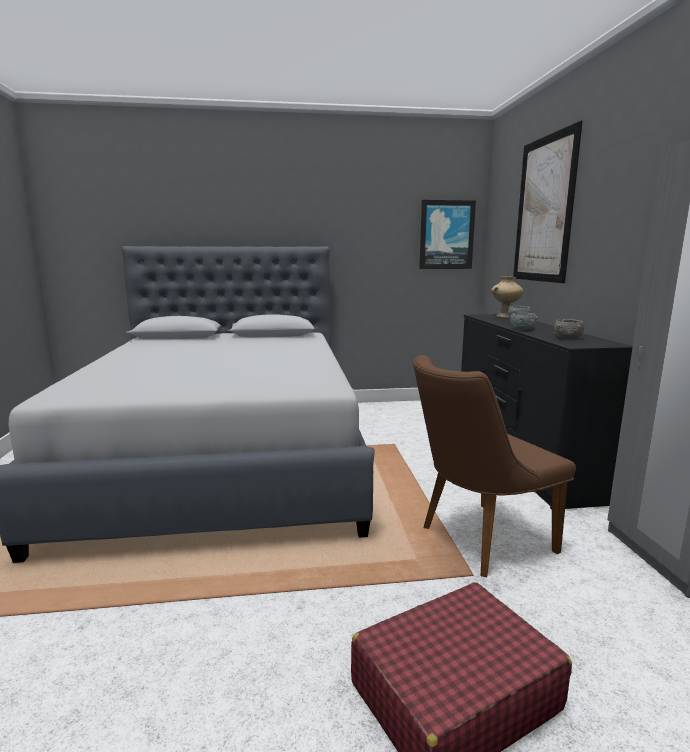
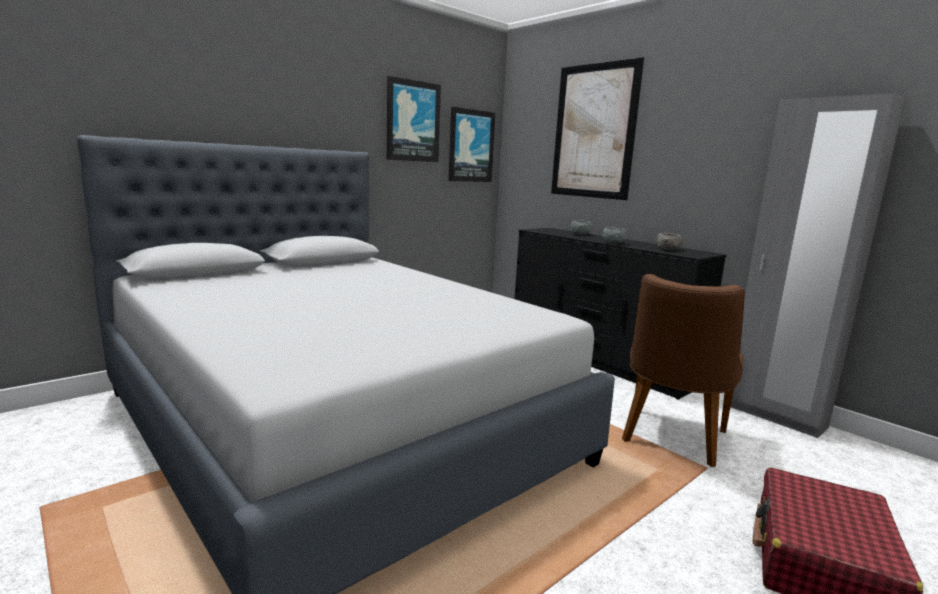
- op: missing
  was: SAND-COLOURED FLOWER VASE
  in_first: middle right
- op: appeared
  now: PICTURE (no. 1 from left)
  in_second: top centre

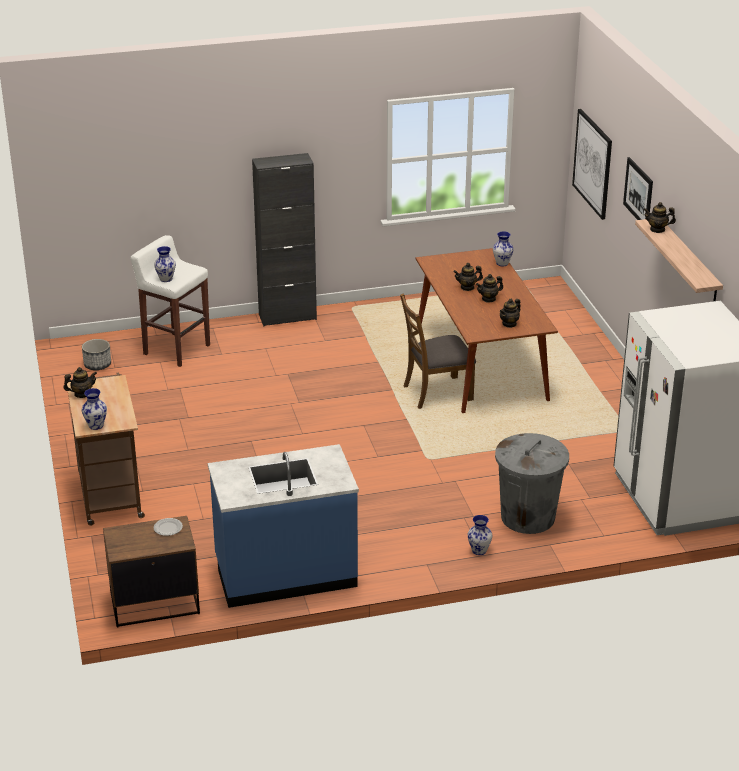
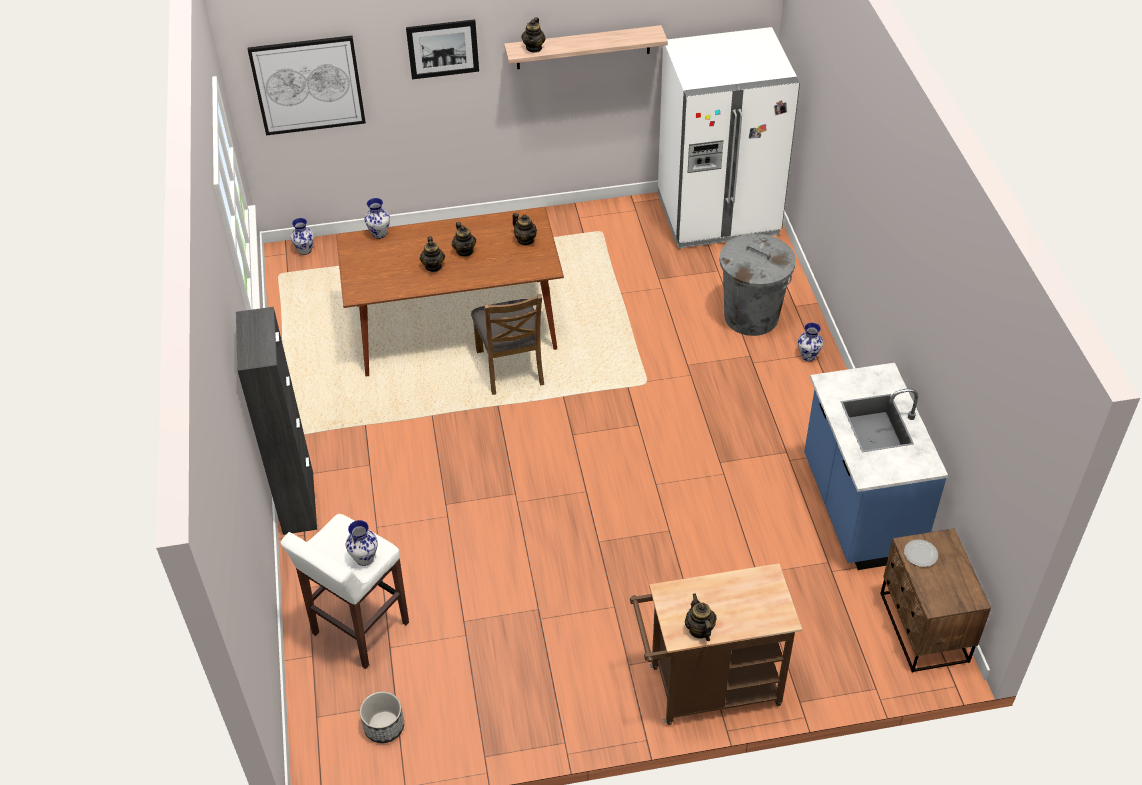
- op: relocated
  was: FLOWER VASE (no. 1 from left)
  in_first: middle left
  in_second: top left

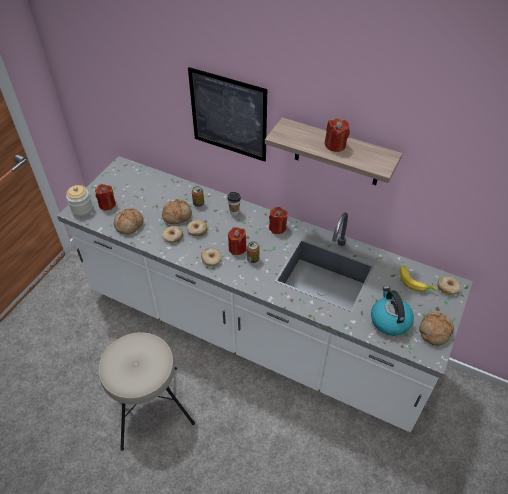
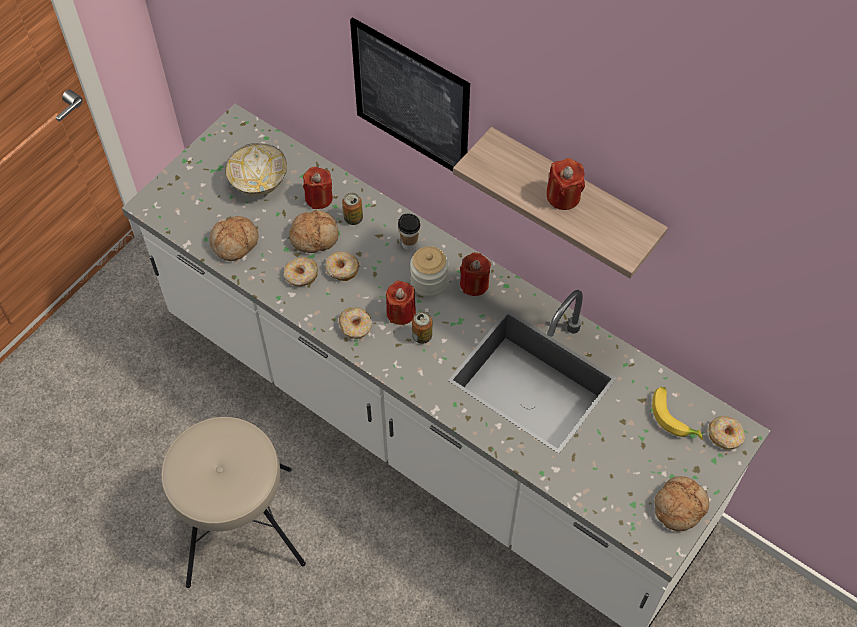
- op: relocated
  was: REDDISH CANDLE (no. 1 from left)
  in_first: middle left
  in_second: top centre
- op: relocated
  was: STORAGE JAR
  in_first: middle left
  in_second: centre
- op: missing
  was: KETTLE
  in_first: middle right
- op: appeared
  now: DEEP DISH
  in_second: top left

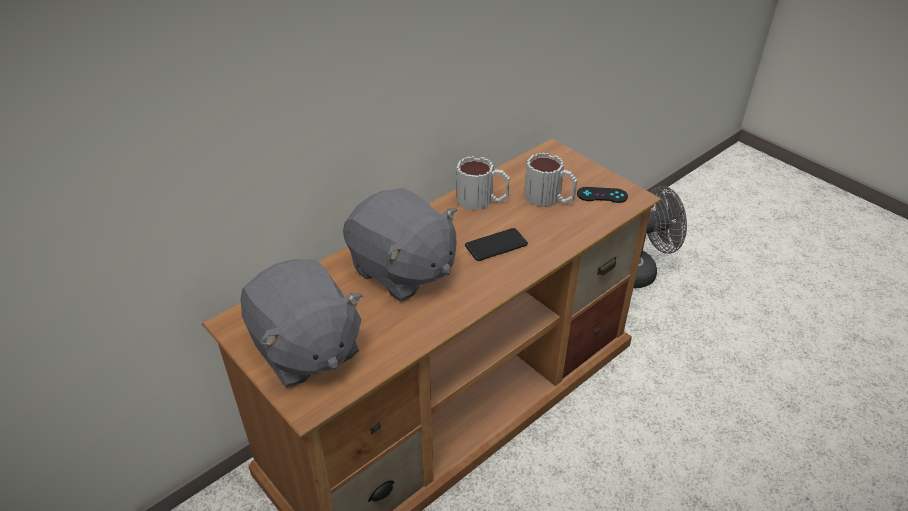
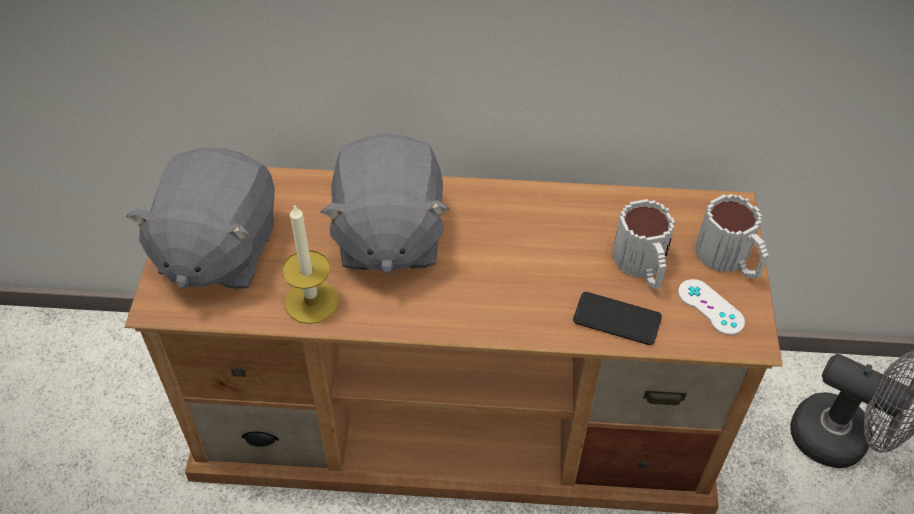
- op: relocated
  was: MUG (no. 1 from left in the first image)
  now: MUG (no. 2 from left)
  in_first: centre
  in_second: middle right
- op: colour
  was: BLACK GAME CONTROLLER
  now: WHITE GAME CONTROLLER
  in_first: centre
  in_second: middle right
- op: relocated
  was: HANDSET
  in_first: centre
  in_second: middle right
- op: appeared
  now: CANDLE
  in_second: centre

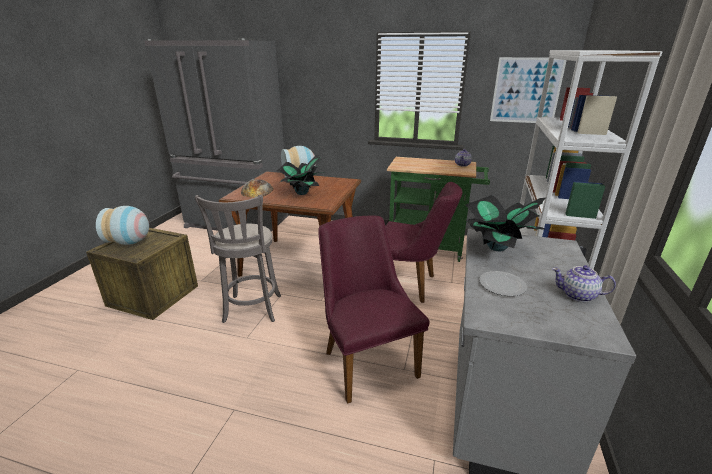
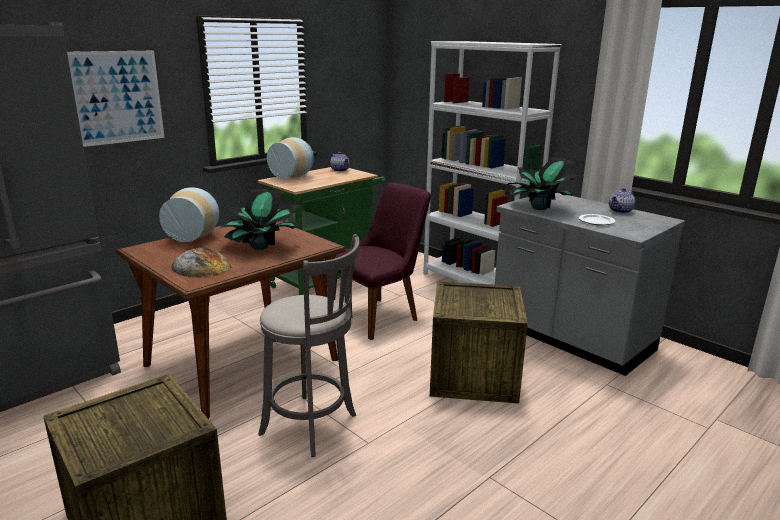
- op: relocated
  was: PICTURE
  in_first: top right
  in_second: top left
- op: relocated
  was: FLOWER VASE (no. 1 from left in the first image)
  now: FLOWER VASE (no. 2 from left)
  in_first: middle left
  in_second: top centre
- op: exchanged
  was: PURPLE CHAIR (no. 1 from left)
  now: PACKING CRATE (no. 2 from left)
  in_first: centre
  in_second: centre

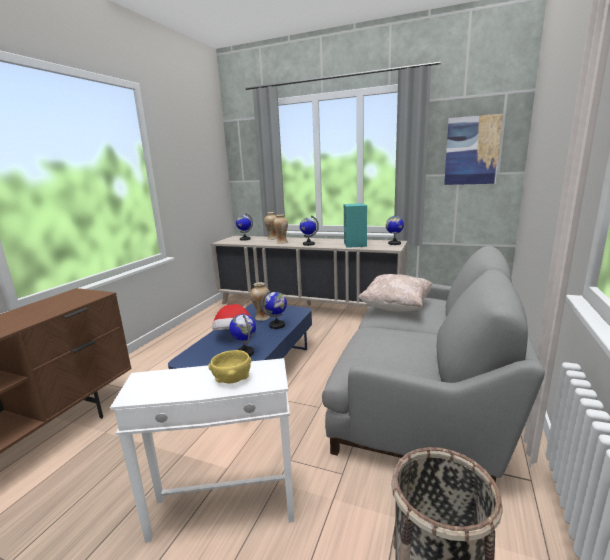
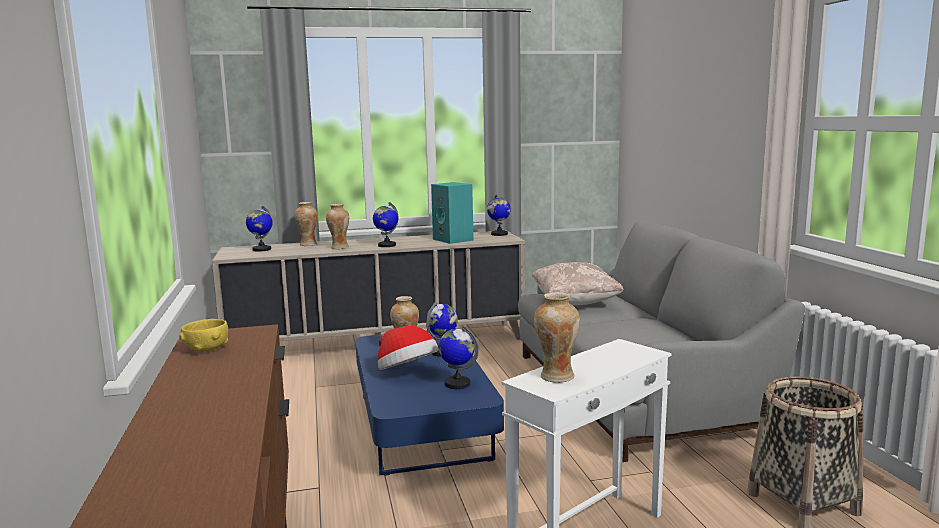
- op: missing
  was: PICTURE
  in_first: top right
- op: relocated
  was: YELLOW DEEP DISH
  in_first: centre
  in_second: middle left
- op: appeared
  now: FLOWER VASE (no. 4 from left)
  in_second: centre

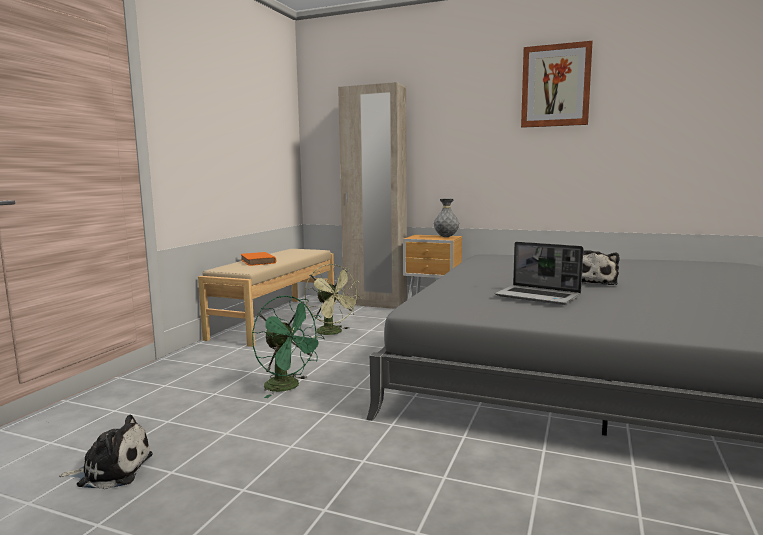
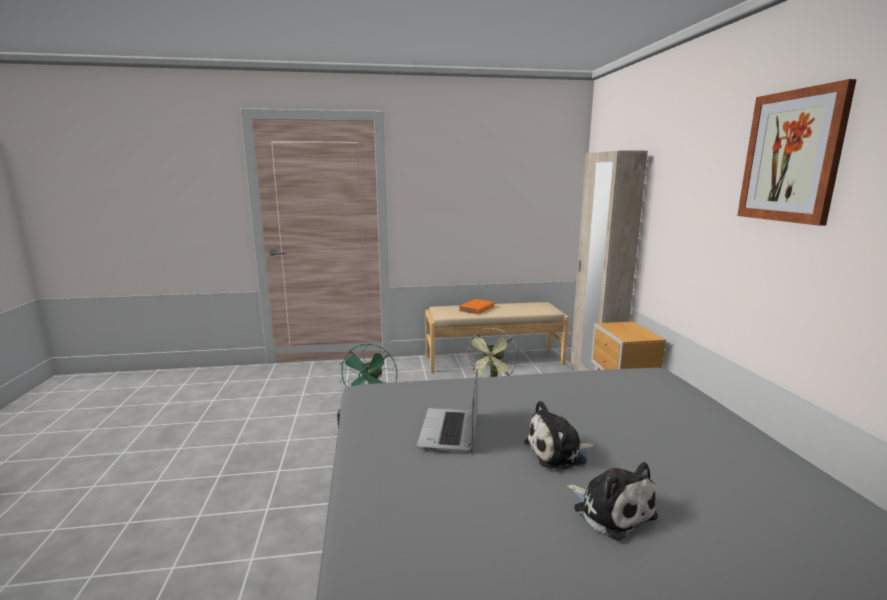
- op: missing
  was: GREYISH FLOWER VASE
  in_first: centre
- op: relocated
  was: CUDDLY TOY (no. 1 from left in the first image)
  now: CUDDLY TOY (no. 2 from left)
  in_first: bottom left
  in_second: bottom right

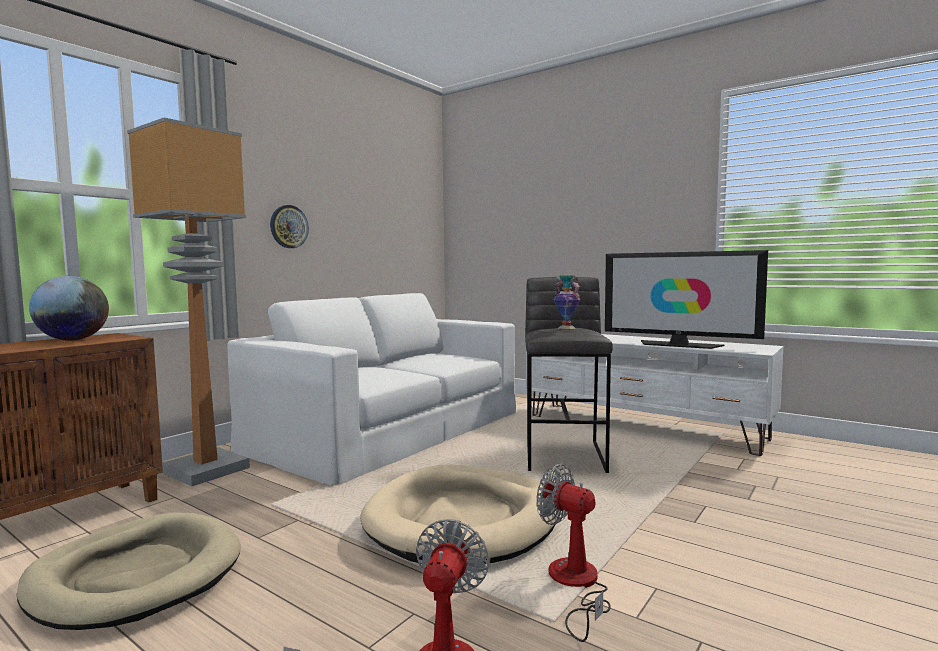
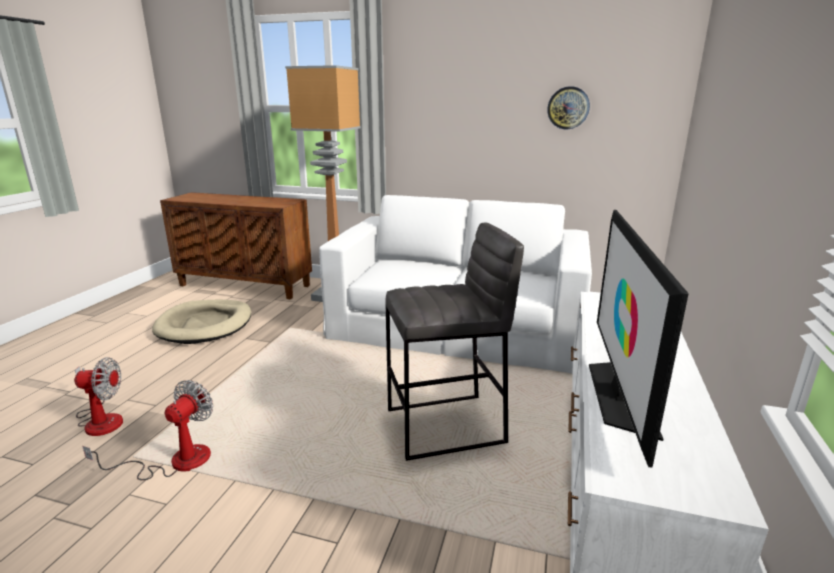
- op: relocated
  was: WALL CLOCK
  in_first: middle left
  in_second: top right
- op: missing
  was: FLOWER VASE
  in_first: centre
- op: missing
  was: GLOBE
  in_first: middle left
- op: missing
  was: SAND-COLOURED PET BED (no. 2 from left)
  in_first: bottom centre

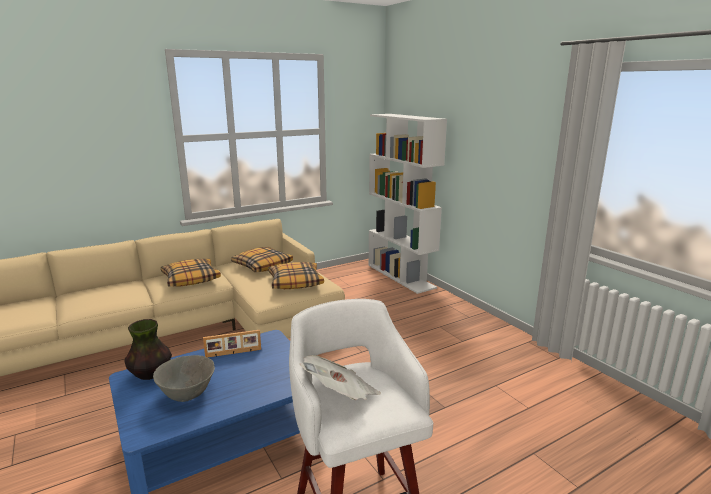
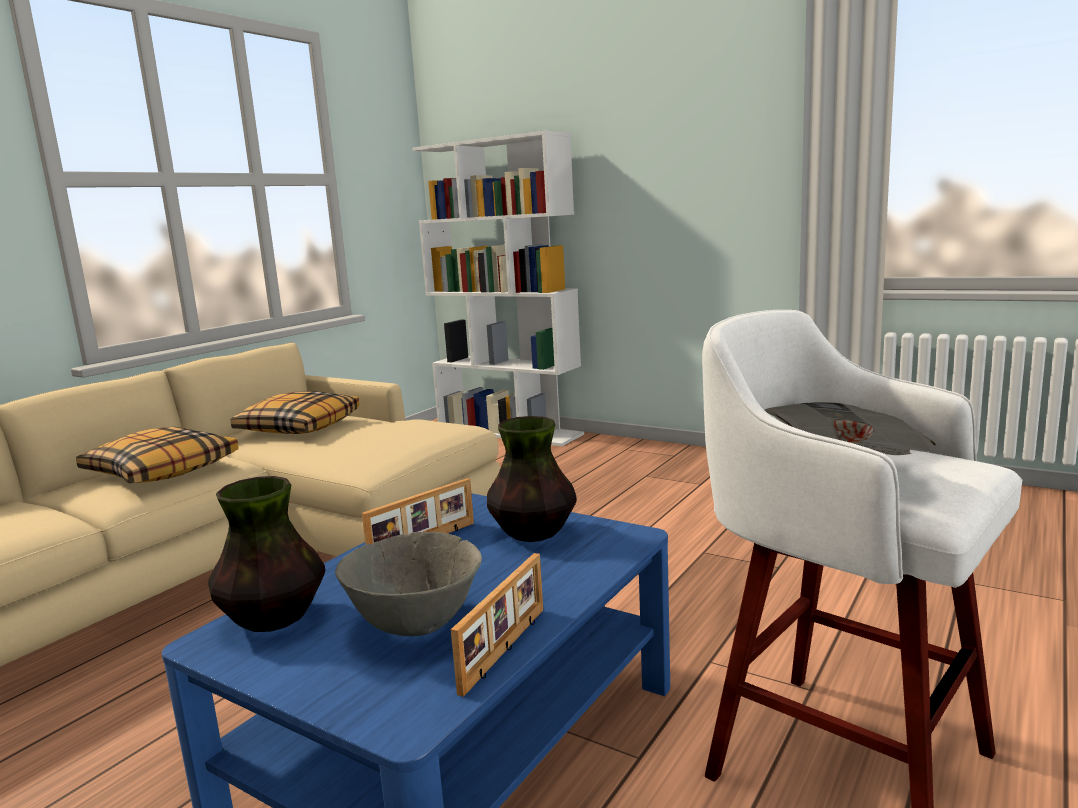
- op: missing
  was: PILLOW (no. 3 from left)
  in_first: centre
- op: appeared
  now: FLOWER VASE (no. 2 from left)
  in_second: centre
- op: appeared
  now: PICTURE FRAME (no. 2 from left)
  in_second: bottom centre

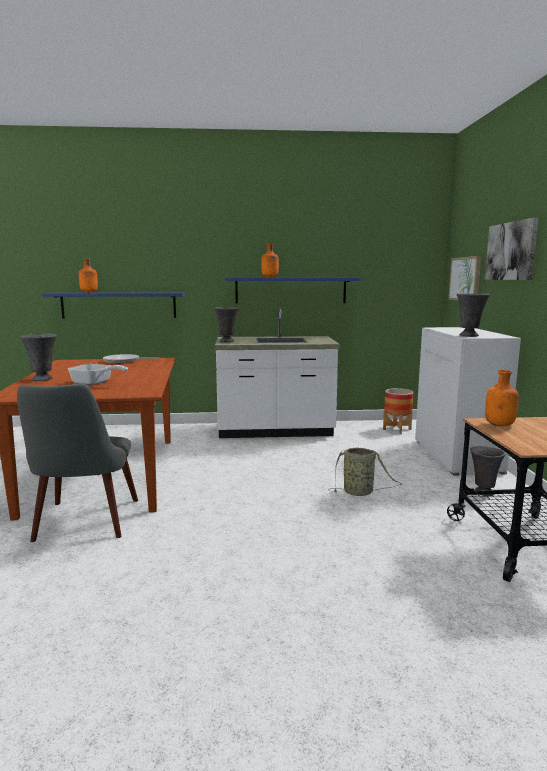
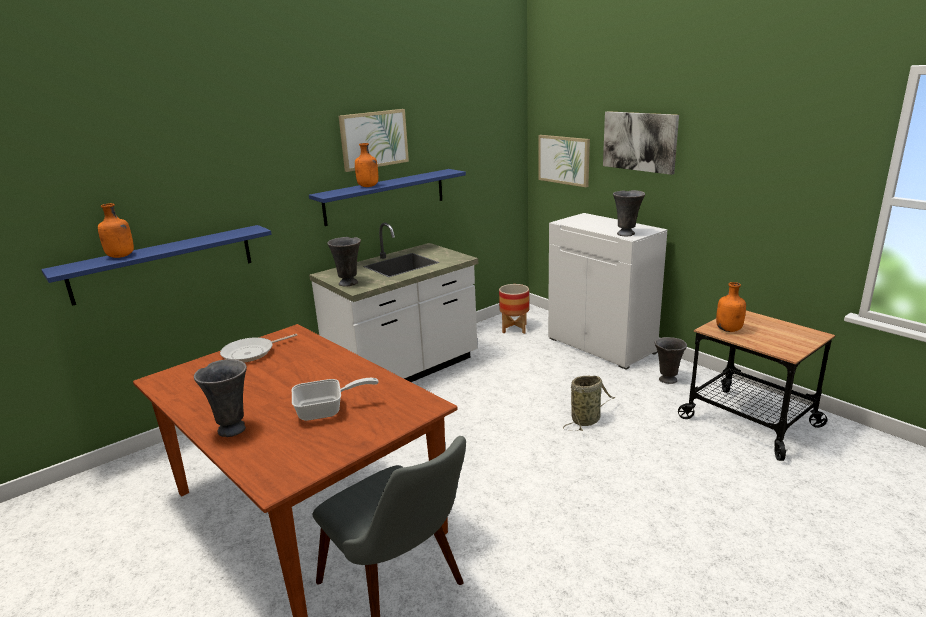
- op: appeared
  now: PICTURE (no. 1 from left)
  in_second: top centre

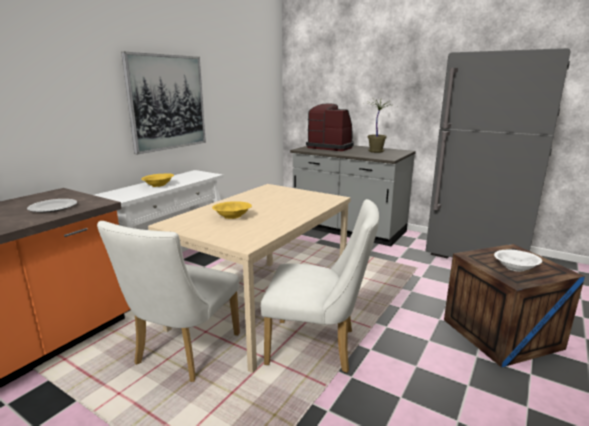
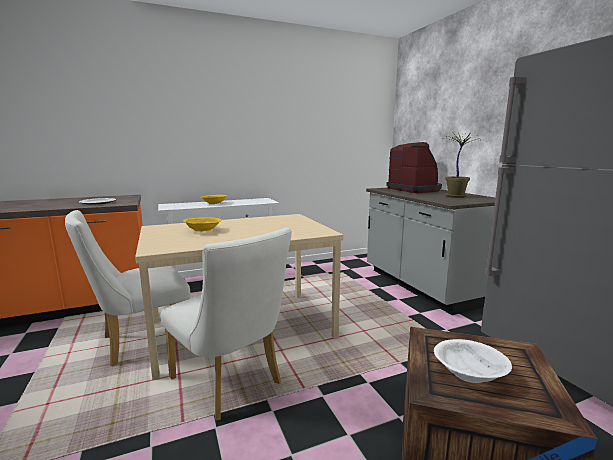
- op: missing
  was: PICTURE
  in_first: top left

